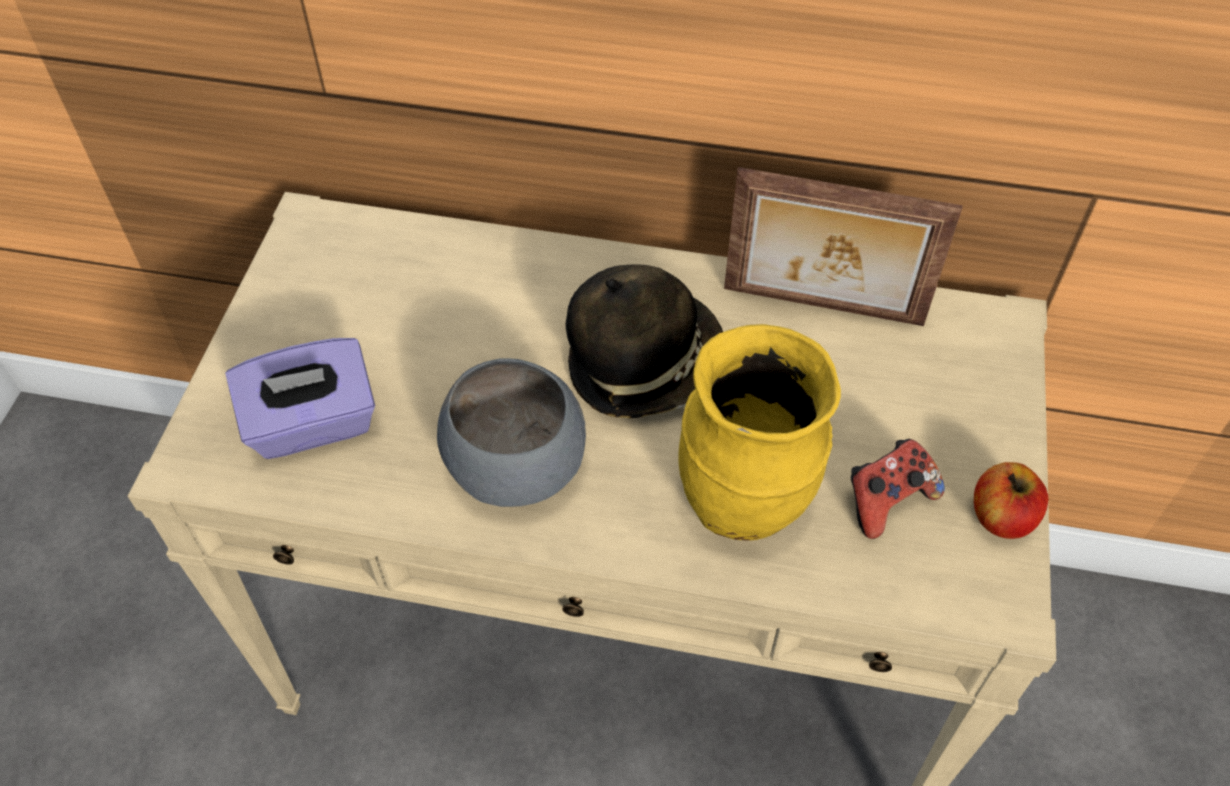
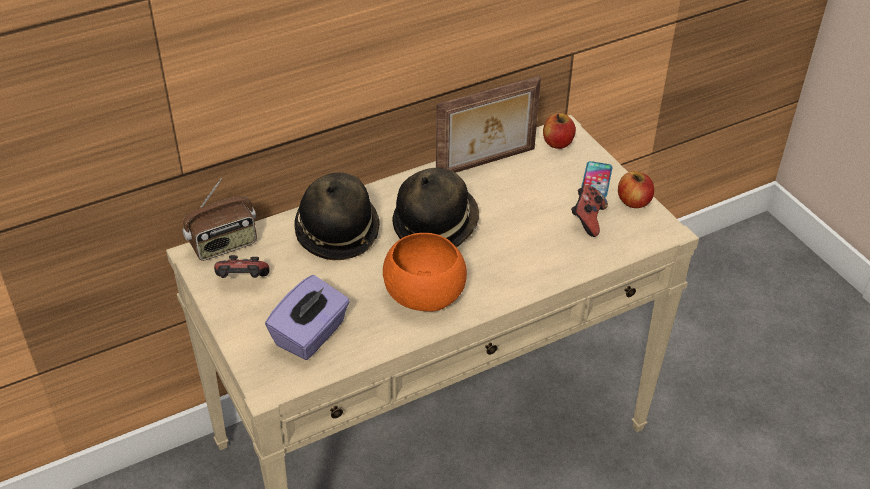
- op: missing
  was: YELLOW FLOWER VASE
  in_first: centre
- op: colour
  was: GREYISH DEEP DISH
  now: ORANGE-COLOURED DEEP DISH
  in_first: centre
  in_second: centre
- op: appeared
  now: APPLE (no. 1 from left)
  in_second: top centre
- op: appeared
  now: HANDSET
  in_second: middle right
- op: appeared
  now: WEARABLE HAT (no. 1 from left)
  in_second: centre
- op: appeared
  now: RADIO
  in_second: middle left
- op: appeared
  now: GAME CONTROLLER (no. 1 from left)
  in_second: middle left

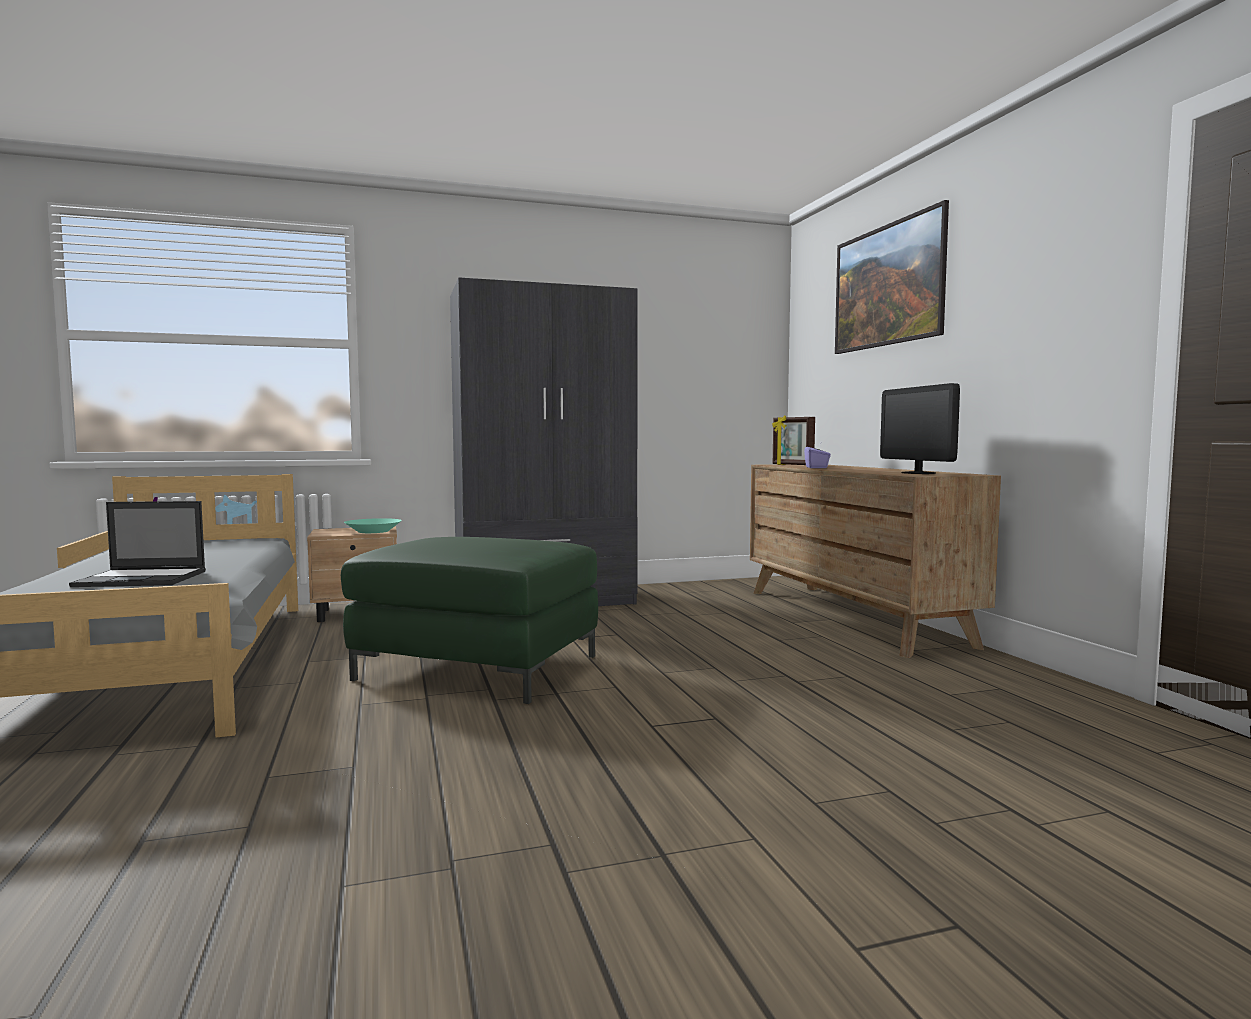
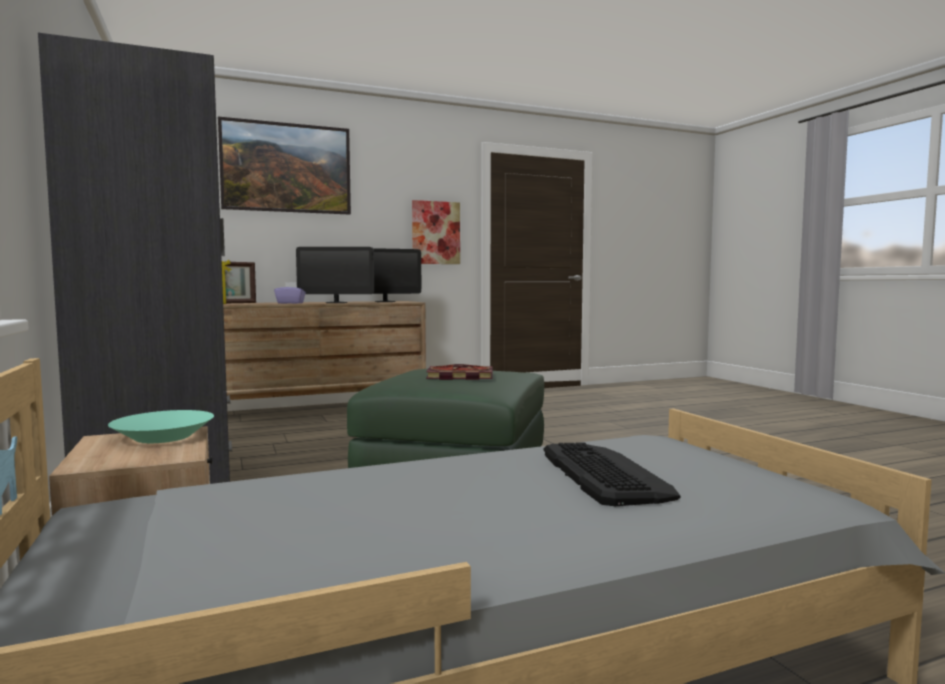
- op: exchanged
  was: NOTEBOOK COMPUTER
  now: KEYBOARD
  in_first: middle left
  in_second: bottom centre
- op: appeared
  now: PICTURE (no. 2 from left)
  in_second: centre
- op: appeared
  now: COMPUTER DISPLAY (no. 1 from left)
  in_second: centre
- op: appeared
  now: VOLUME
  in_second: centre

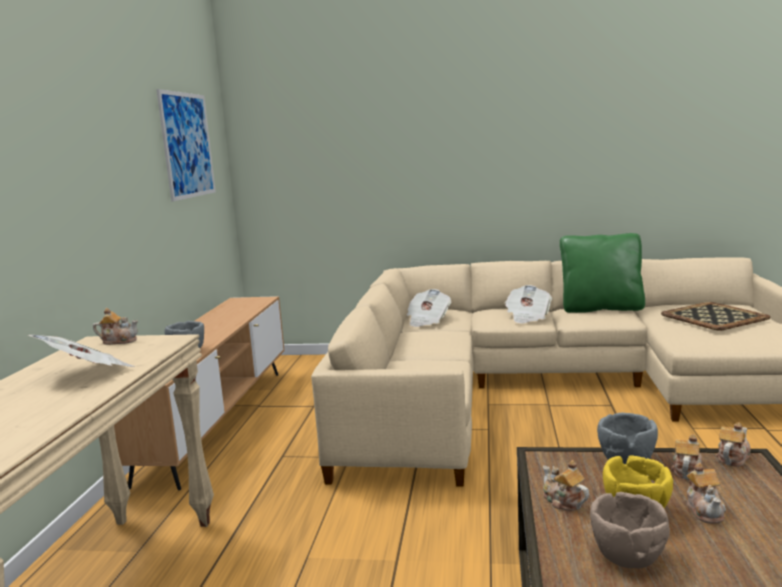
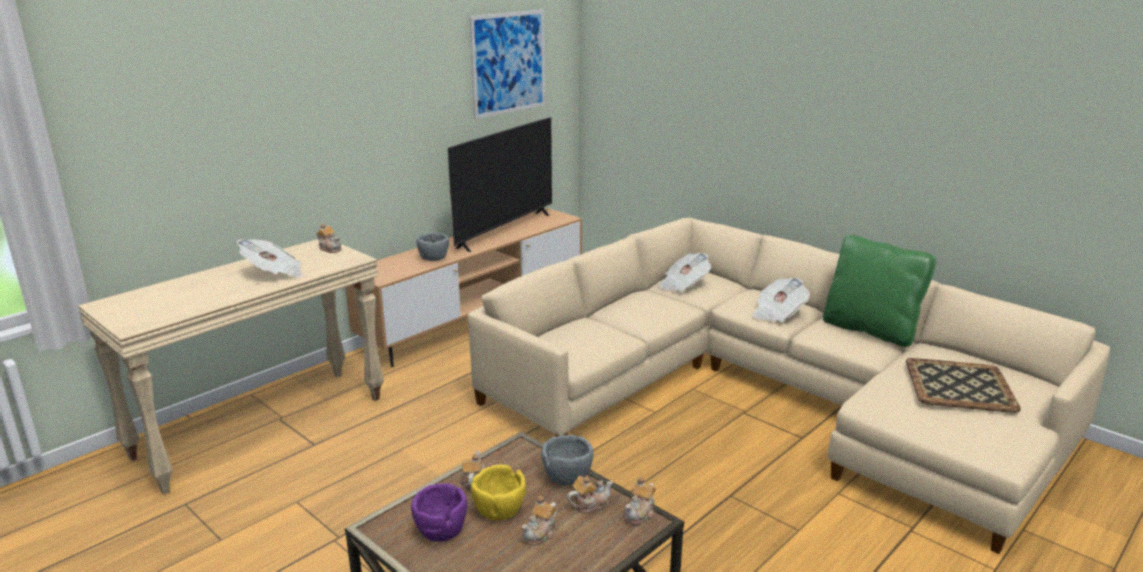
- op: spun
  was: TEA POT (no. 5 from left)
  in_first: bottom right
  in_second: bottom centre
  clockwise: 135
- op: colour
  was: BROWN-COLOURED DEEP DISH
  now: PURPLE DEEP DISH
  in_first: bottom right
  in_second: bottom centre
- op: appeared
  now: TV SET
  in_second: top centre

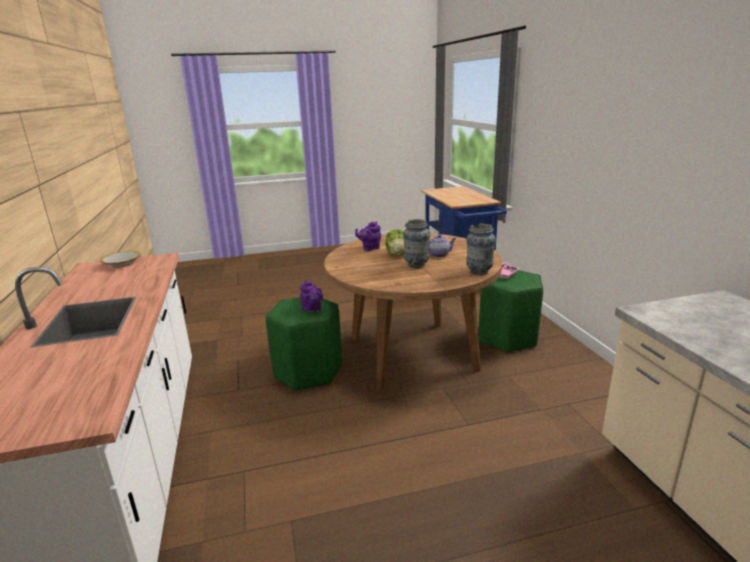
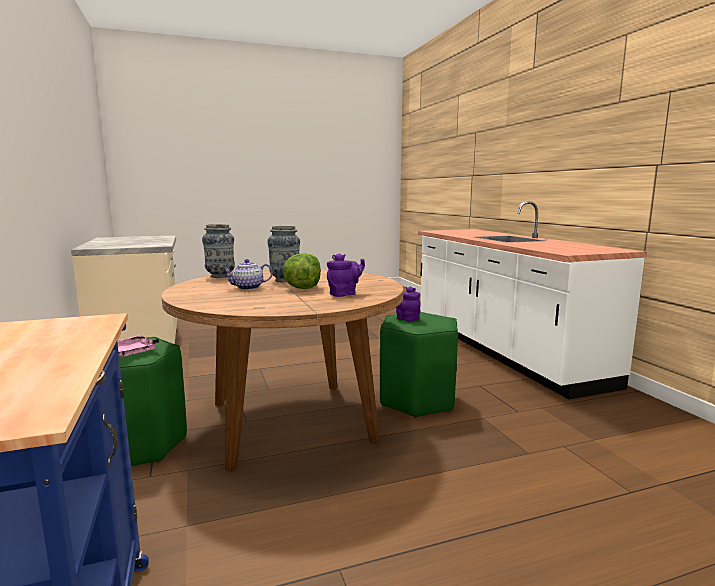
- op: missing
  was: DEEP DISH
  in_first: middle left

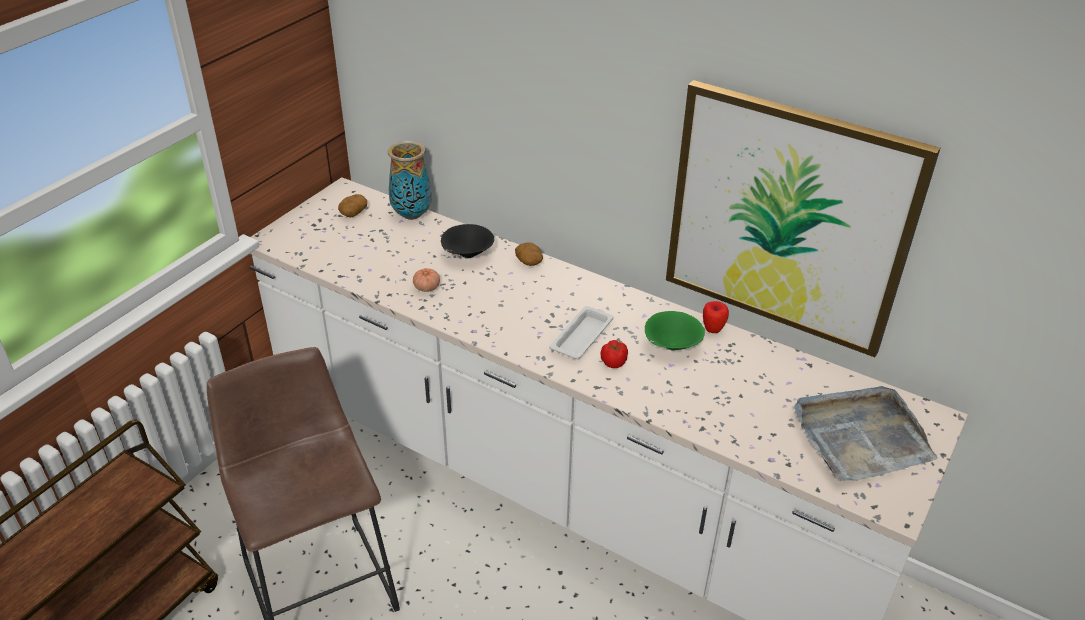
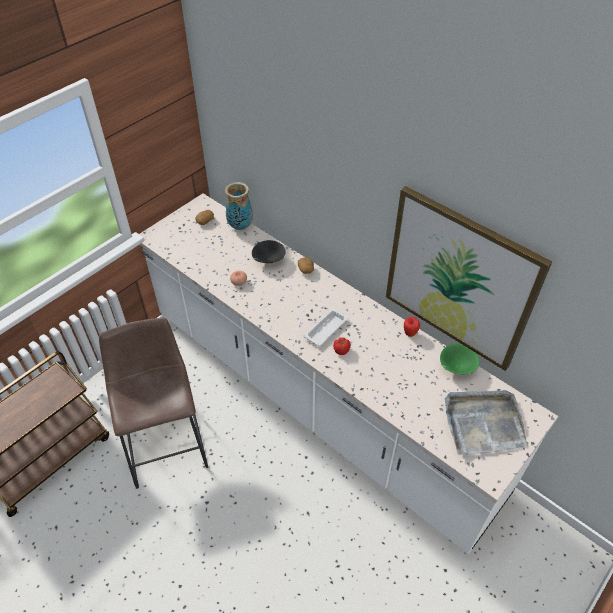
- op: relocated
  was: GREEN-COLOURED DEEP DISH
  in_first: centre
  in_second: middle right

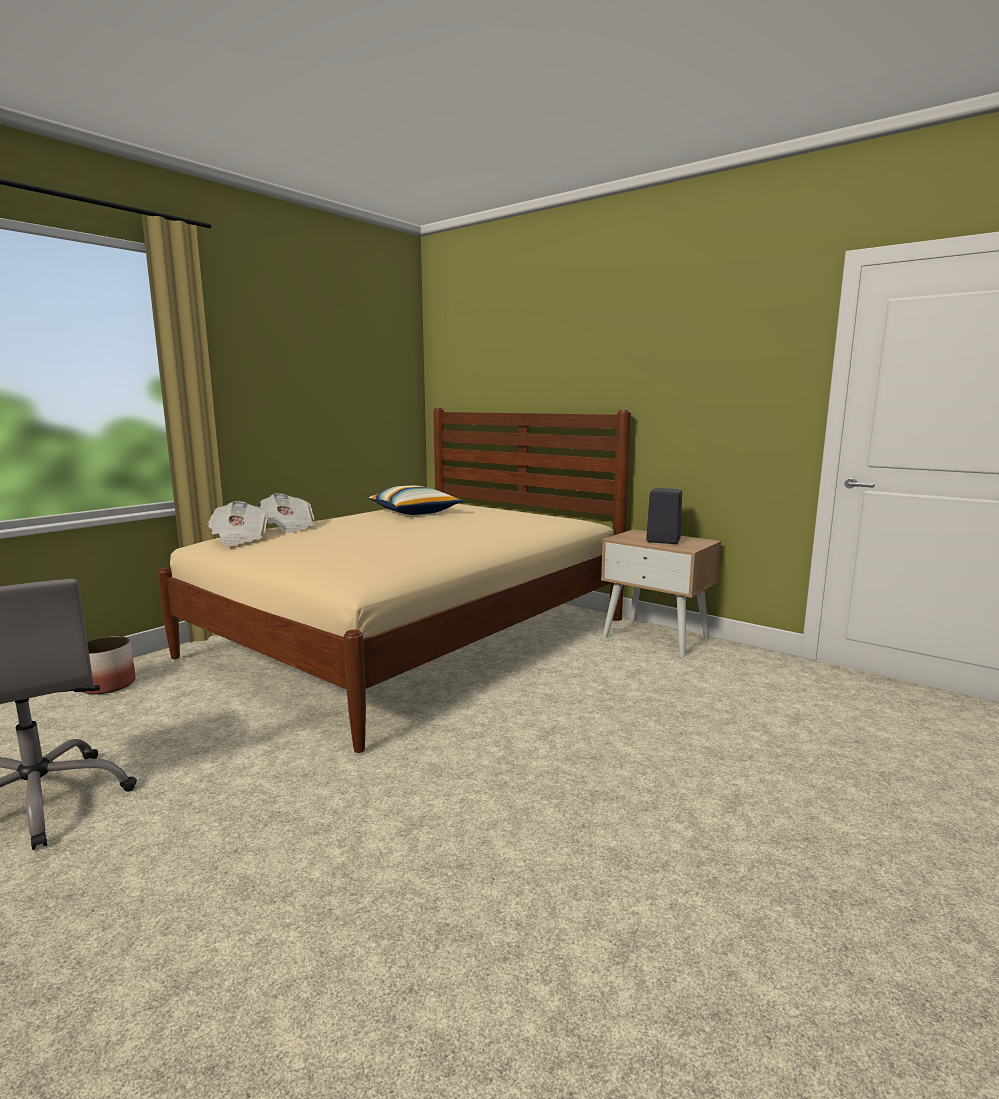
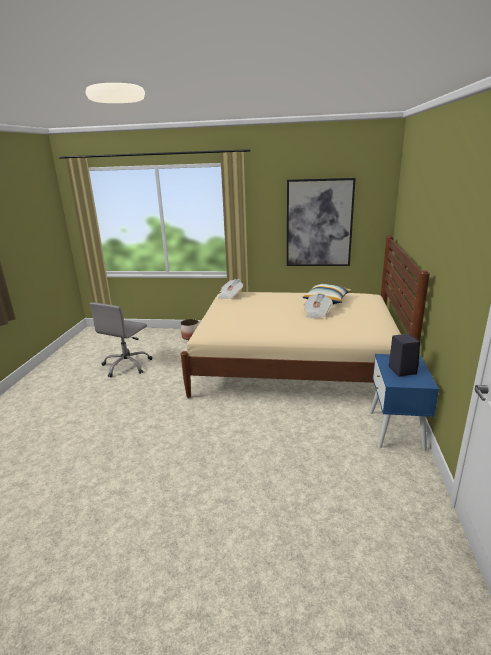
- op: relocated
  was: PRINTED PAPER (no. 2 from left)
  in_first: middle left
  in_second: centre
- op: colour
  was: SAND-COLOURED NIGHT TABLE
  now: BLUISH NIGHT TABLE
  in_first: centre
  in_second: middle right
- op: appeared
  now: PICTURE
  in_second: centre

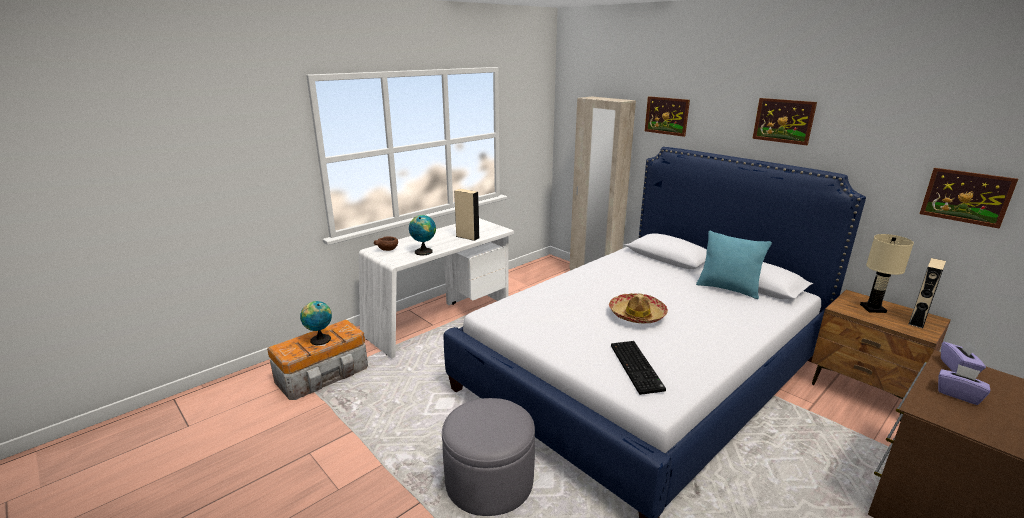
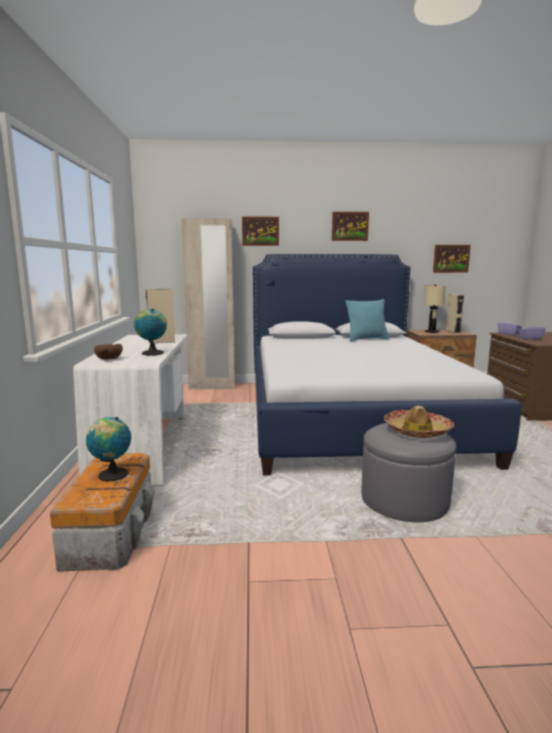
- op: relocated
  was: WEARABLE HAT
  in_first: centre
  in_second: middle right
- op: missing
  was: KEYBOARD
  in_first: bottom centre

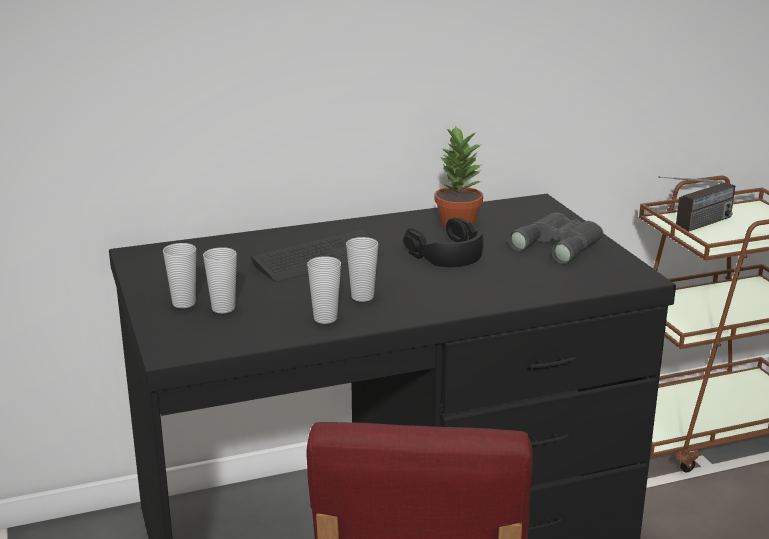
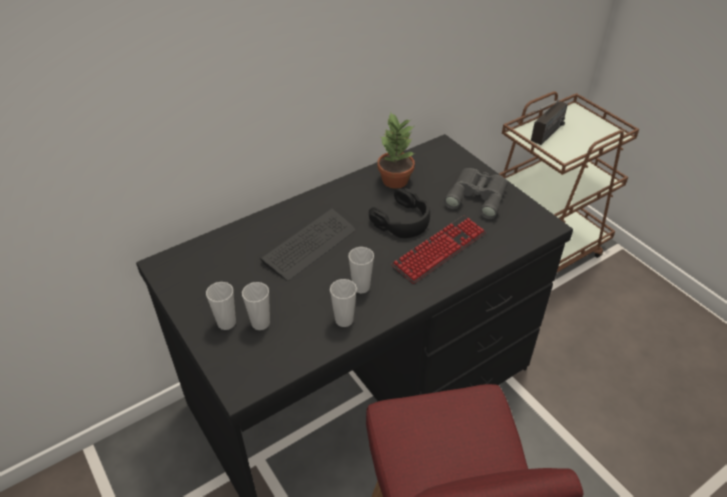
- op: appeared
  now: KEYBOARD (no. 2 from left)
  in_second: centre

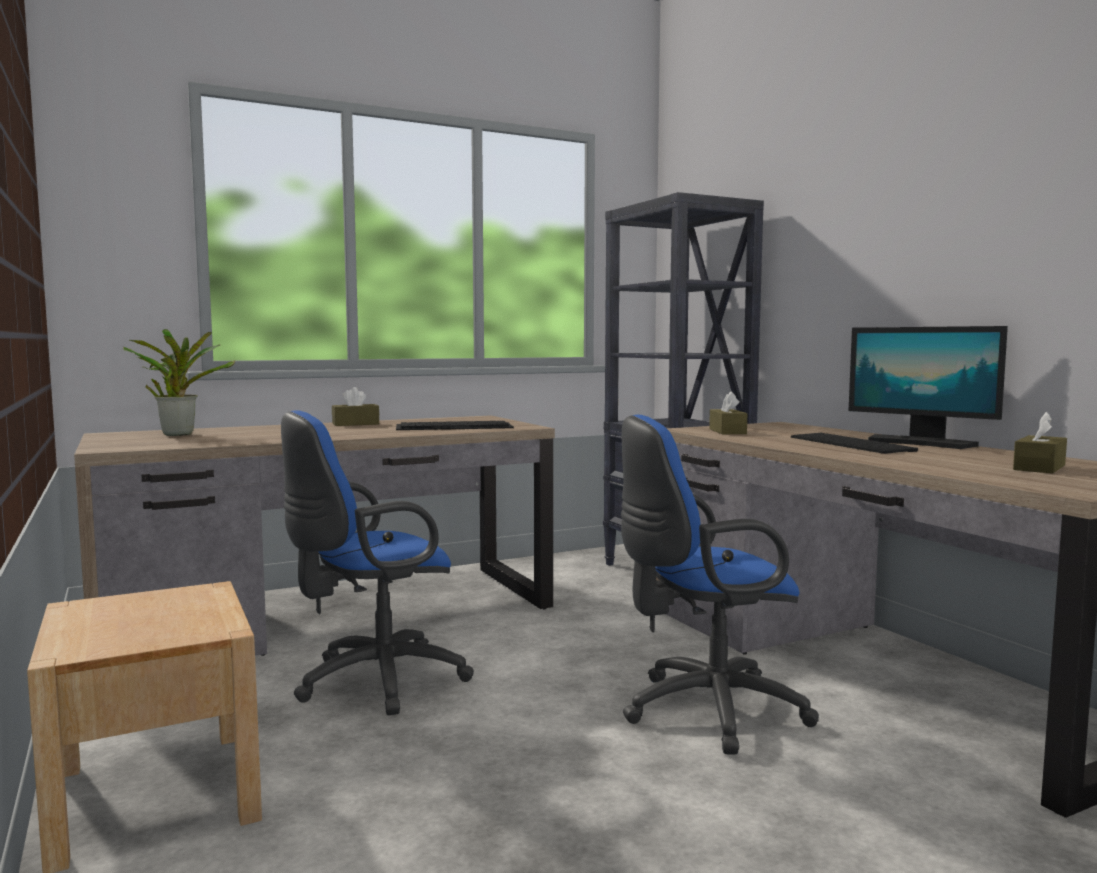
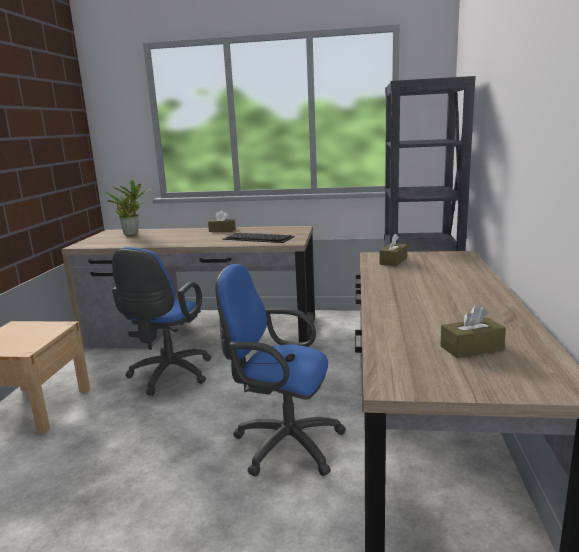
- op: missing
  was: COMPUTER DISPLAY
  in_first: middle right
- op: spun
  was: BLUISH DESK CHAIR (no. 1 from left)
  in_first: centre
  in_second: middle left
  clockwise: -75
- op: missing
  was: KEYBOARD (no. 2 from left)
  in_first: middle right

